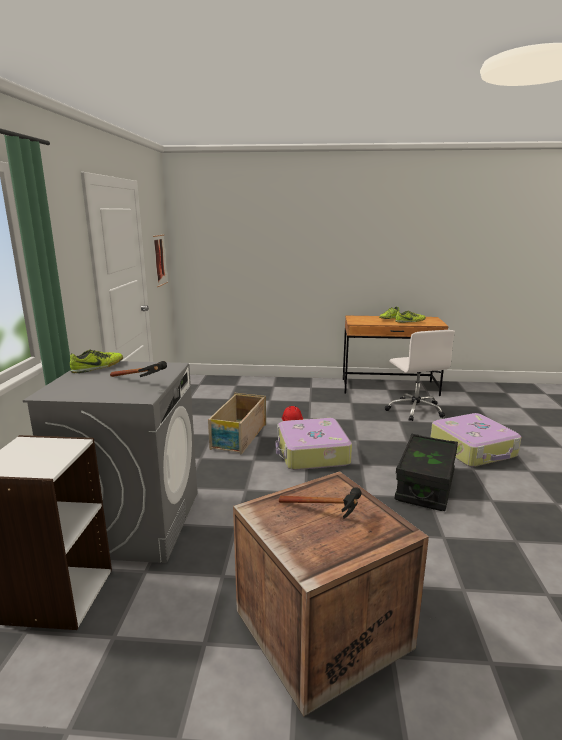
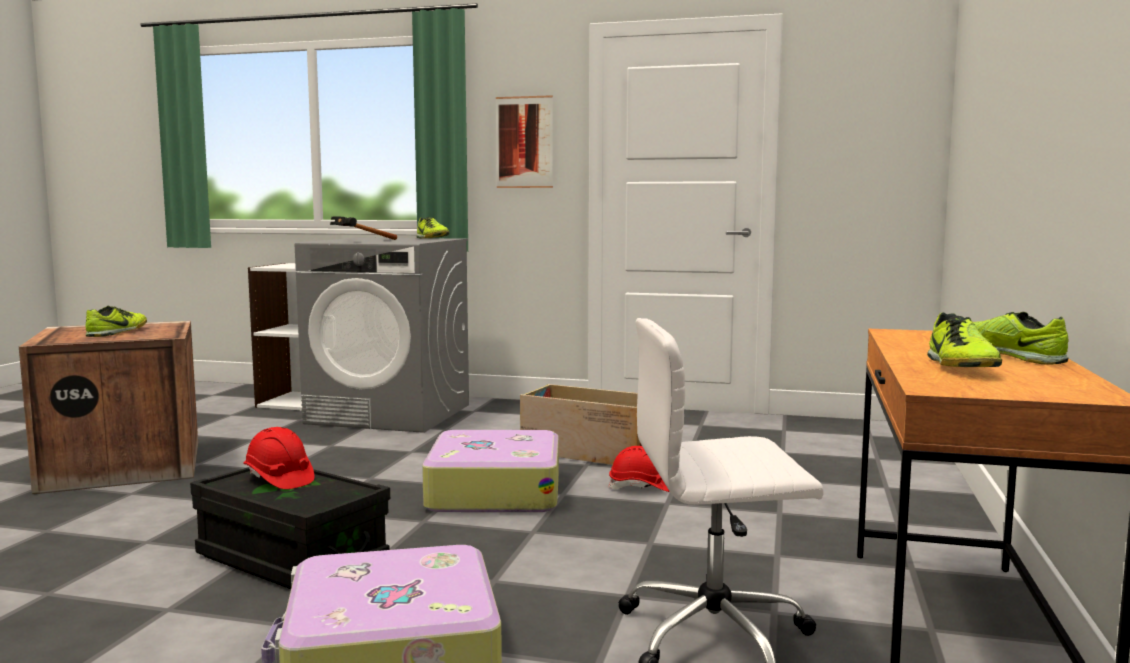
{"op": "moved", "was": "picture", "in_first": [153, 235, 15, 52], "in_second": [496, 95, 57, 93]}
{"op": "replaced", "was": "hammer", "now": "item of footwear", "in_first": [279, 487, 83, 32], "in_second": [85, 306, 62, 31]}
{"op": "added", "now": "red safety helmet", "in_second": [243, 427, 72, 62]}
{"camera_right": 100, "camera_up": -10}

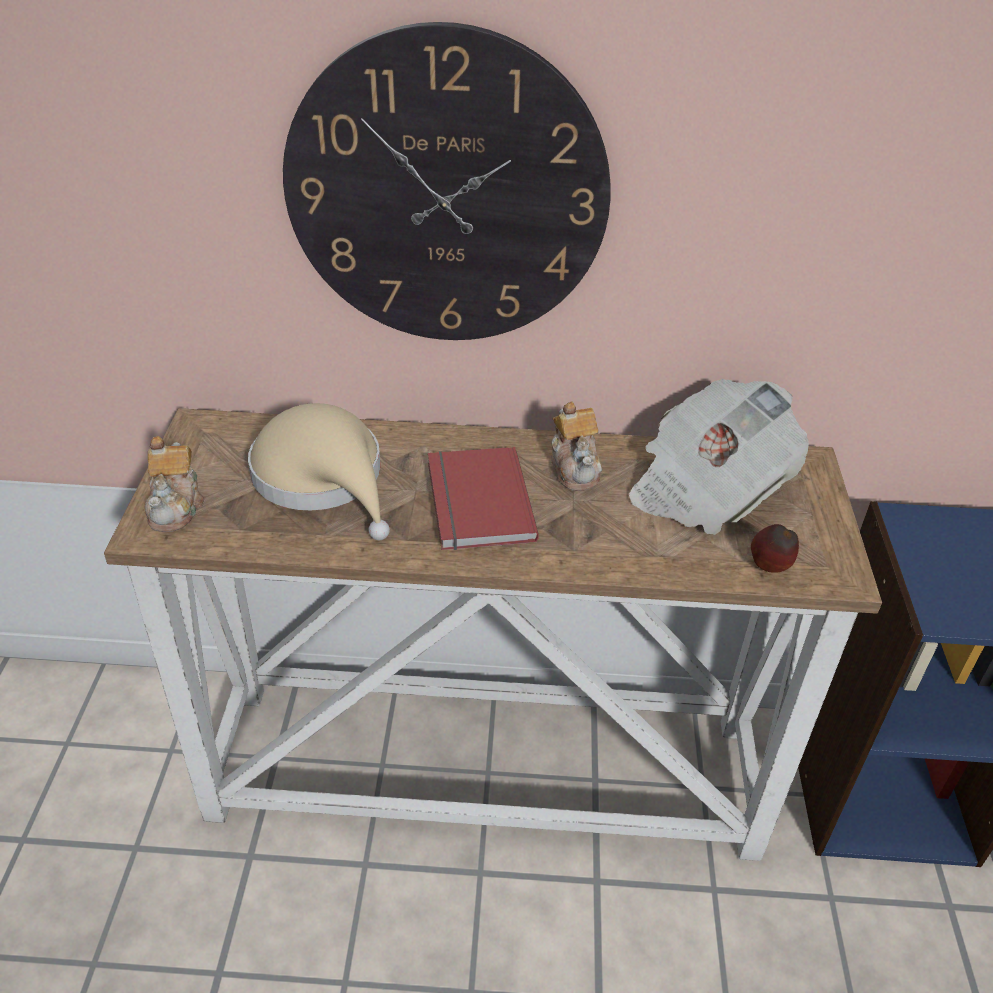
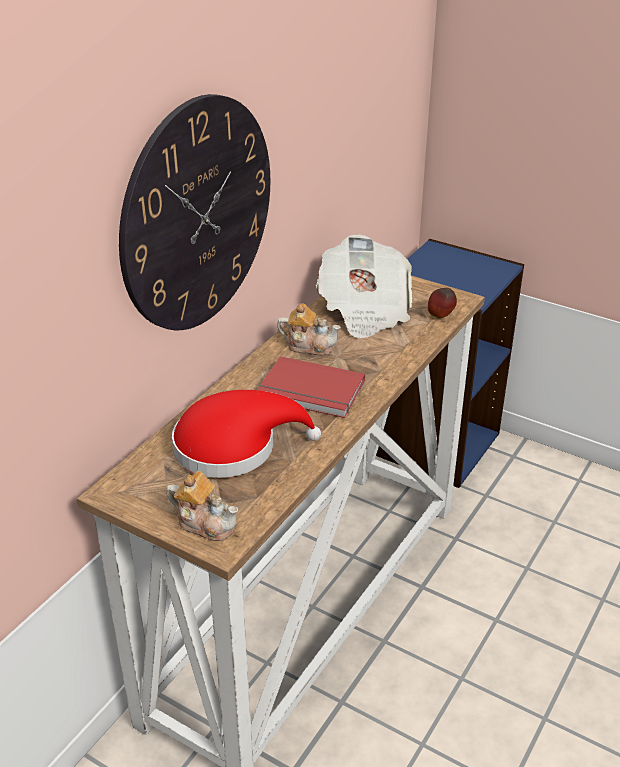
{"op": "recoloured", "was": "sand-coloured clothing hat", "now": "red clothing hat", "in_first": [248, 403, 142, 137], "in_second": [172, 390, 149, 88]}
{"camera_right": -60, "camera_up": -5}

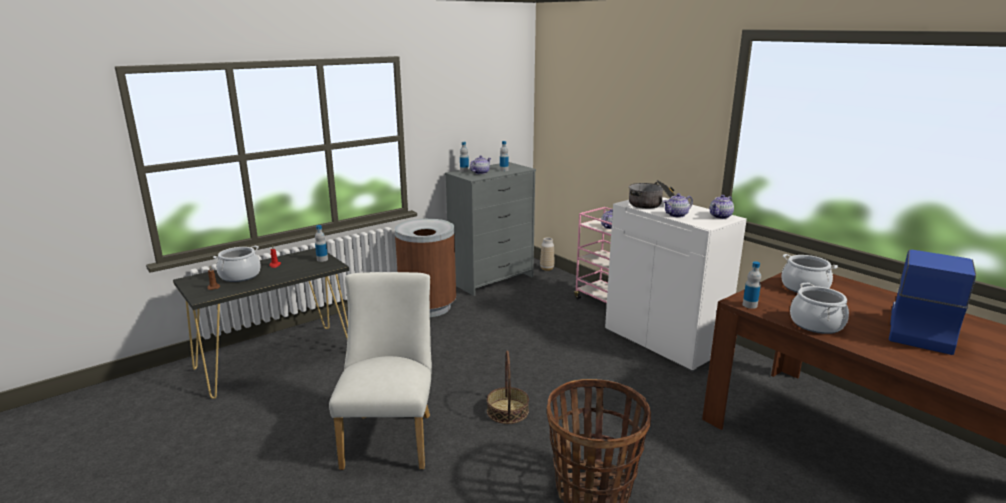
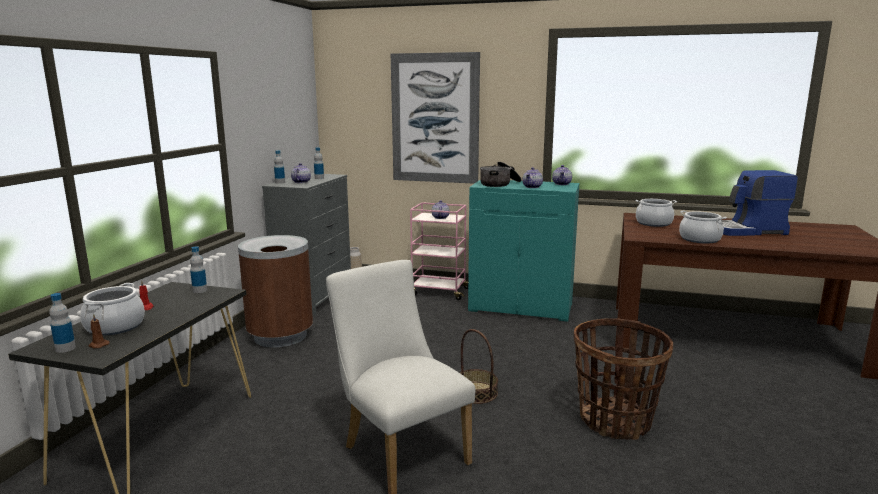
{"op": "recoloured", "was": "white-coloured storage cabinet", "now": "turquoise storage cabinet", "in_first": [605, 197, 142, 175], "in_second": [468, 180, 111, 142]}
{"op": "turned", "was": "coffee brewer", "in_first": [889, 250, 87, 105], "in_second": [722, 170, 76, 66], "clockwise": -90}
{"op": "moved", "was": "drink bottle", "in_first": [742, 261, 19, 48], "in_second": [49, 293, 27, 60]}
{"op": "added", "now": "picture", "in_second": [391, 52, 89, 132]}
{"camera_right": -35, "camera_up": -5}

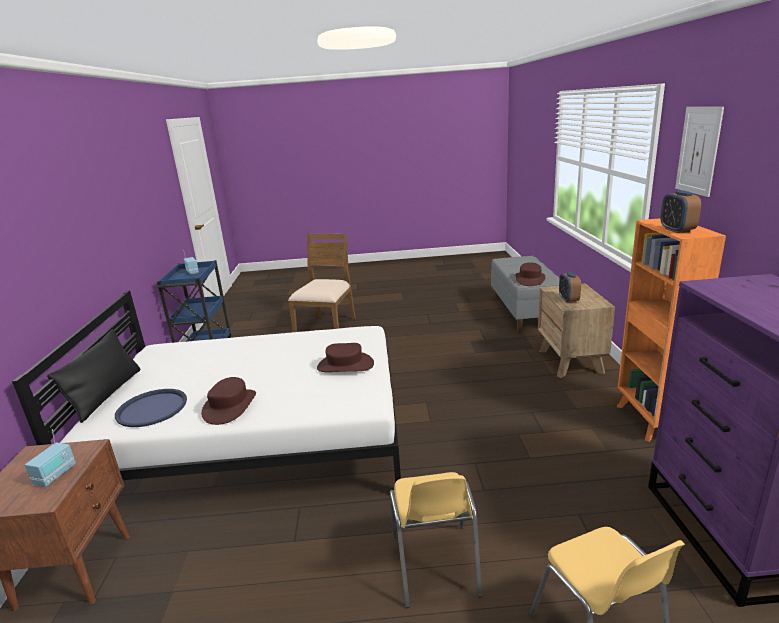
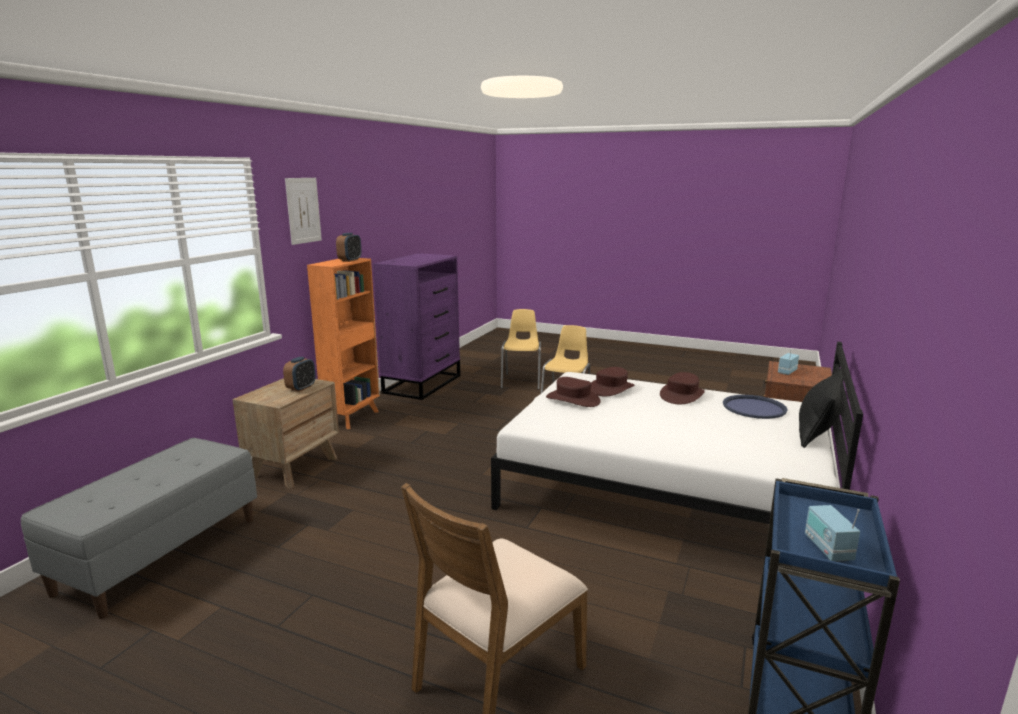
{"op": "moved", "was": "brown-coloured clothing hat", "in_first": [516, 262, 29, 24], "in_second": [590, 367, 44, 29]}
{"camera_right": -155, "camera_up": -5}

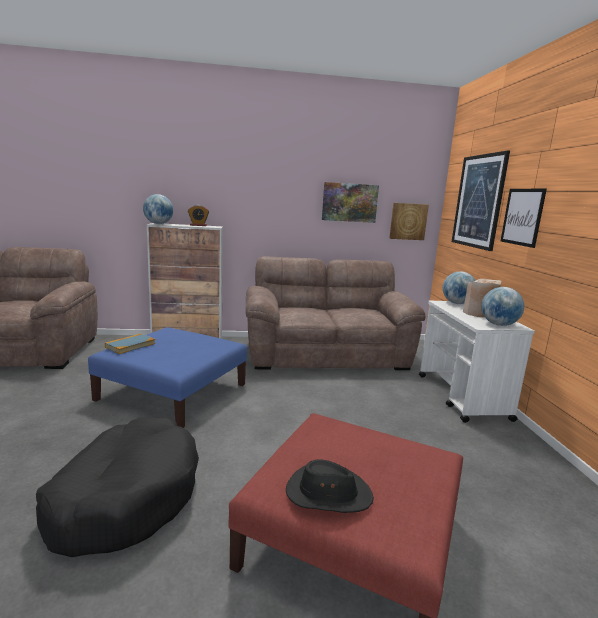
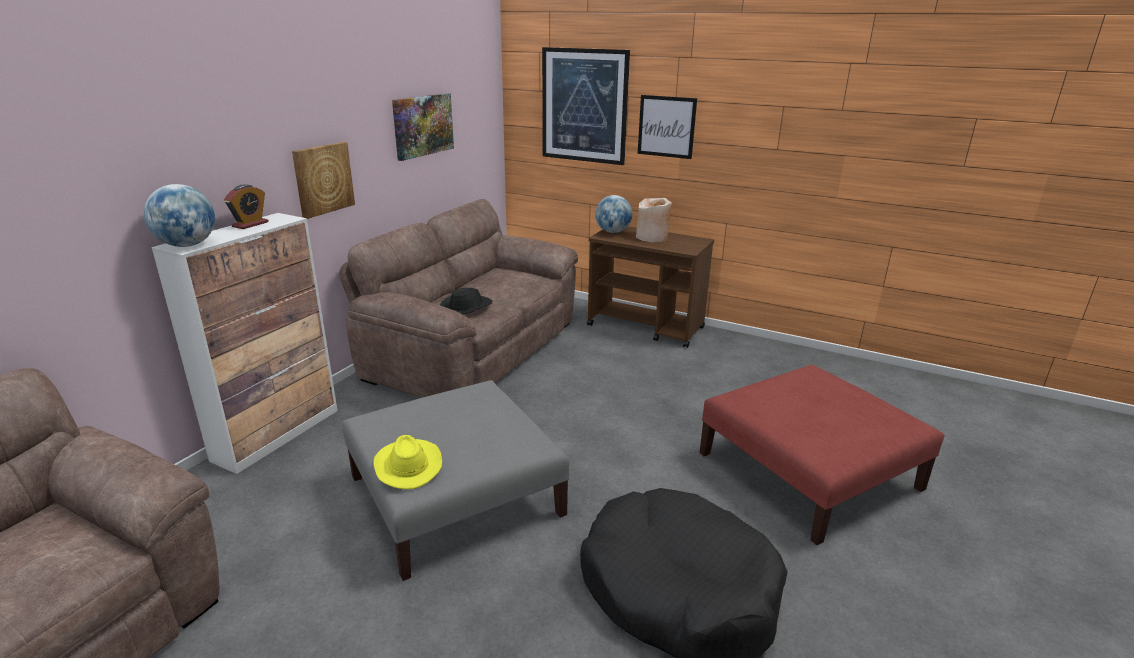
{"op": "moved", "was": "picture", "in_first": [389, 203, 40, 37], "in_second": [292, 142, 63, 77]}
{"op": "removed", "was": "world globe", "in_first": [481, 287, 43, 39]}
{"op": "recoloured", "was": "white-coloured cart", "now": "brown-coloured cart", "in_first": [419, 301, 116, 122], "in_second": [587, 226, 127, 122]}
{"op": "recoloured", "was": "bluish ottoman", "now": "greyish ottoman", "in_first": [88, 327, 159, 101], "in_second": [342, 380, 228, 201]}
{"op": "replaced", "was": "bound book", "now": "yellowish clothing hat", "in_first": [105, 334, 50, 20], "in_second": [373, 435, 69, 54]}
{"op": "moved", "was": "blackish clothing hat", "in_first": [286, 459, 88, 54], "in_second": [440, 288, 52, 27]}
{"camera_right": -55, "camera_up": 10}

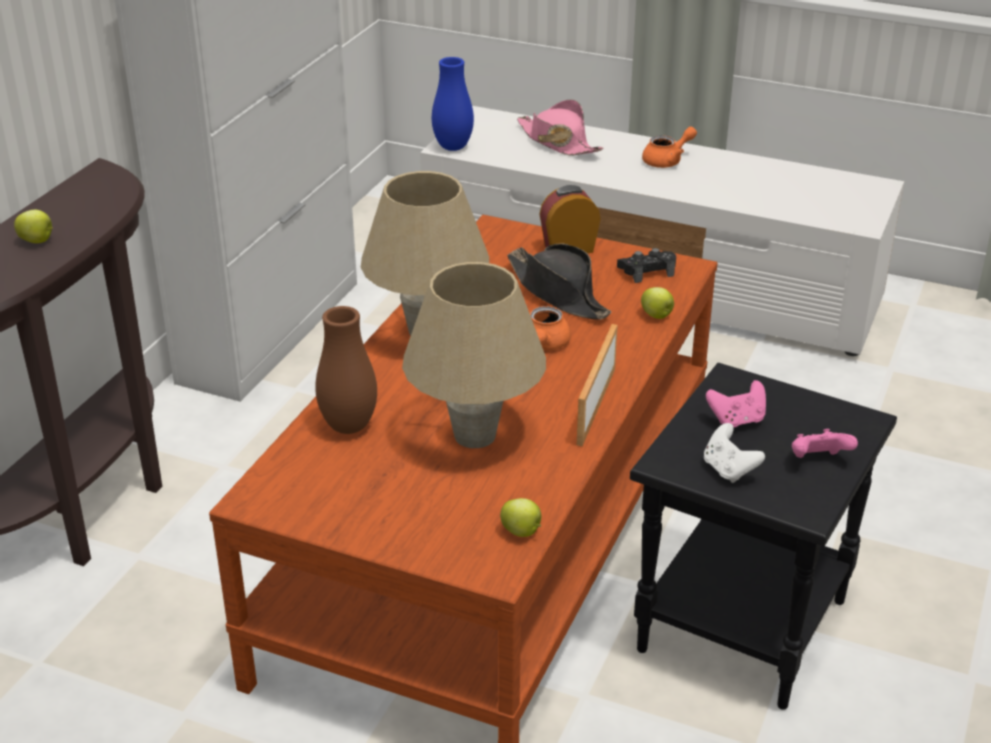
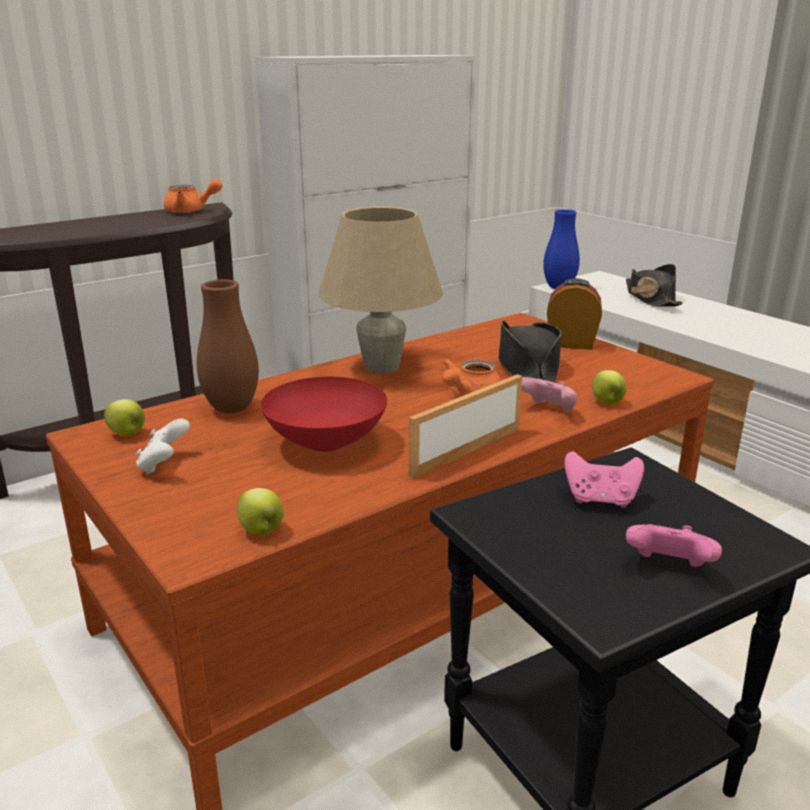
{"op": "recoloured", "was": "pink-coloured clothing hat", "now": "blackish clothing hat", "in_first": [517, 99, 86, 56], "in_second": [626, 264, 57, 43]}
{"op": "moved", "was": "orangey pot for tea", "in_first": [642, 127, 55, 41], "in_second": [164, 179, 58, 34]}
{"op": "moved", "was": "apple fruit", "in_first": [14, 210, 39, 33], "in_second": [104, 399, 41, 37]}
{"op": "removed", "was": "blackish joypad", "in_first": [617, 248, 59, 35]}
{"op": "replaced", "was": "sand-coloured lamp for a table", "now": "red serving bowl", "in_first": [402, 262, 144, 186], "in_second": [261, 377, 126, 75]}
{"op": "moved", "was": "white-coloured joypad", "in_first": [704, 423, 61, 60], "in_second": [136, 419, 54, 56]}
{"op": "added", "now": "pink-coloured joypad", "in_second": [521, 377, 56, 35]}
{"camera_right": 30, "camera_up": -10}

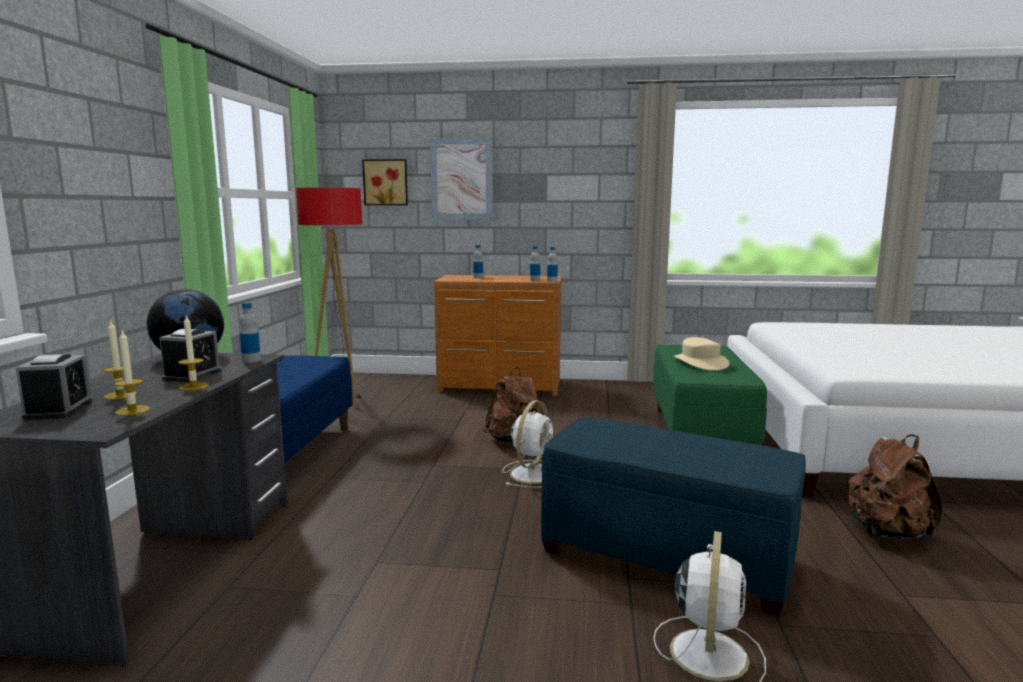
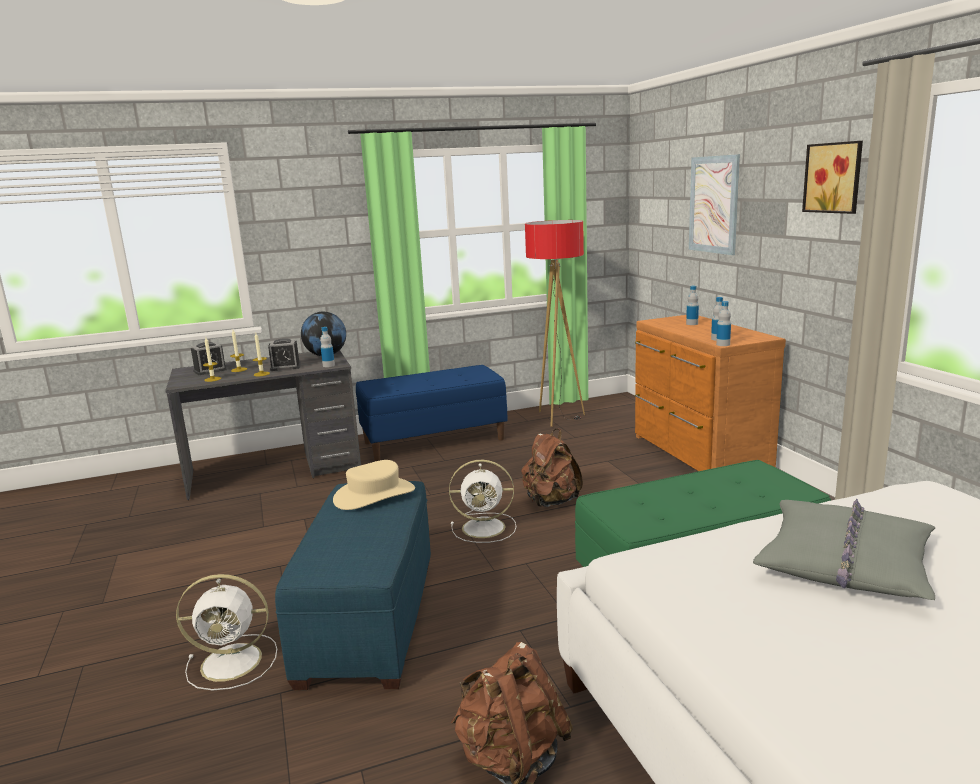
{"op": "moved", "was": "picture", "in_first": [362, 159, 46, 46], "in_second": [802, 141, 61, 73]}
{"op": "moved", "was": "sand-coloured clothing hat", "in_first": [674, 337, 56, 34], "in_second": [333, 460, 82, 50]}
{"op": "added", "now": "greyish pillow", "in_second": [753, 499, 182, 101]}
{"camera_right": 65, "camera_up": 5}

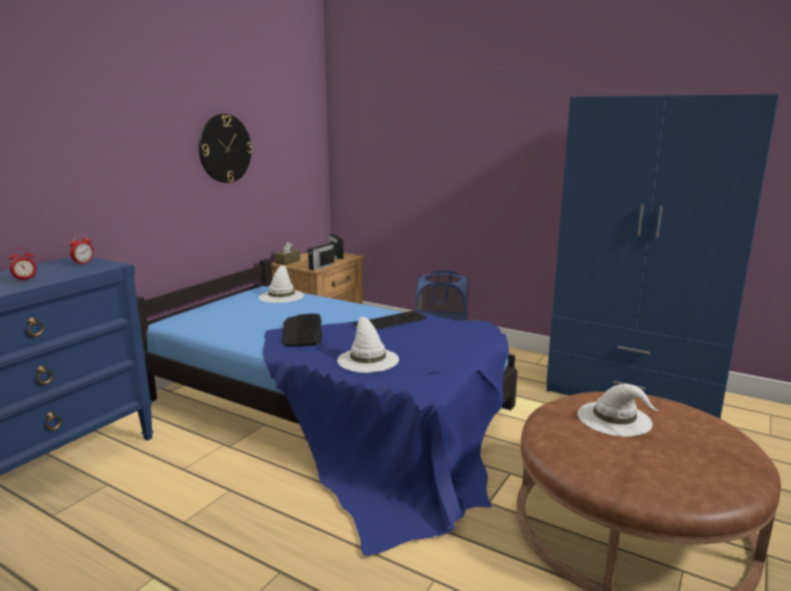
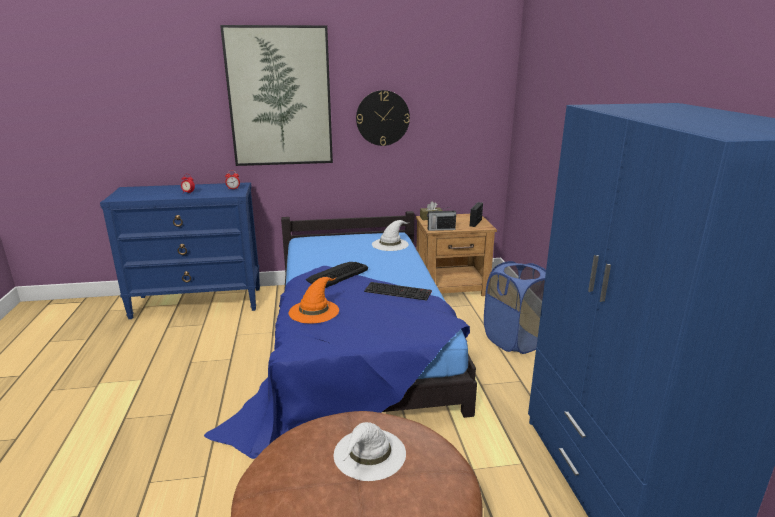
{"op": "recoloured", "was": "white-coloured clothing hat", "now": "orangey clothing hat", "in_first": [337, 317, 62, 56], "in_second": [289, 277, 50, 47]}
{"op": "added", "now": "picture", "in_second": [220, 25, 113, 141]}
{"camera_right": 50, "camera_up": 5}

